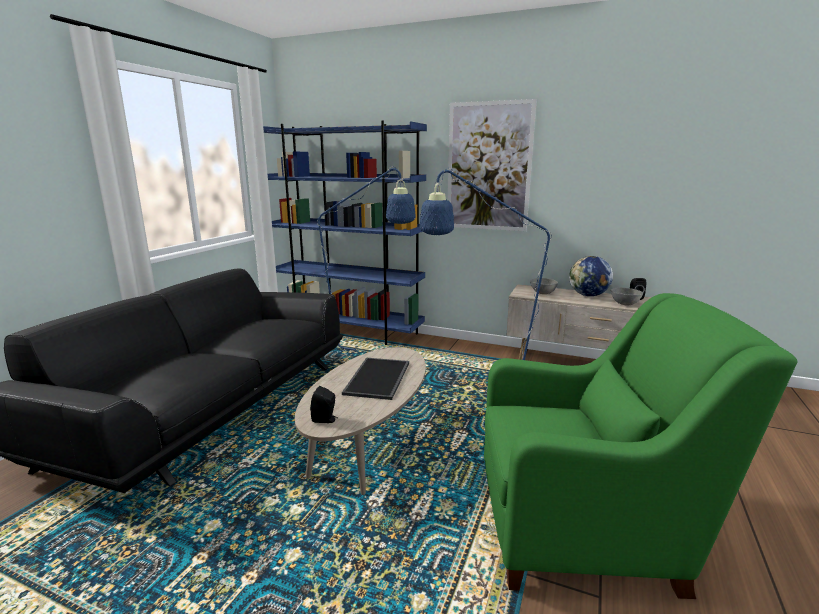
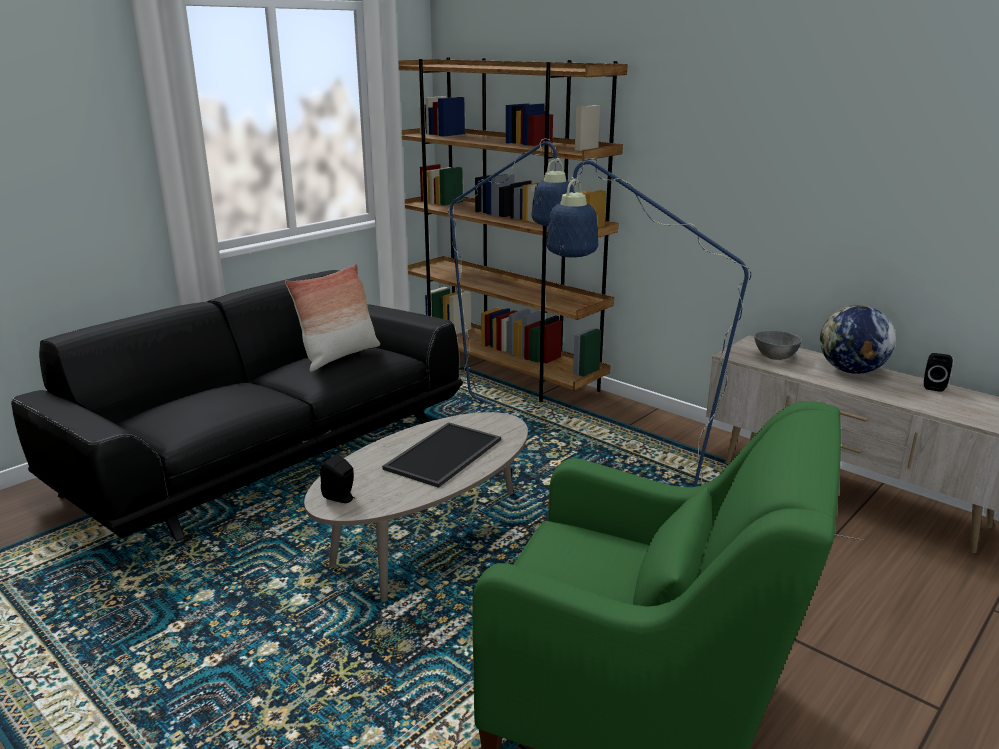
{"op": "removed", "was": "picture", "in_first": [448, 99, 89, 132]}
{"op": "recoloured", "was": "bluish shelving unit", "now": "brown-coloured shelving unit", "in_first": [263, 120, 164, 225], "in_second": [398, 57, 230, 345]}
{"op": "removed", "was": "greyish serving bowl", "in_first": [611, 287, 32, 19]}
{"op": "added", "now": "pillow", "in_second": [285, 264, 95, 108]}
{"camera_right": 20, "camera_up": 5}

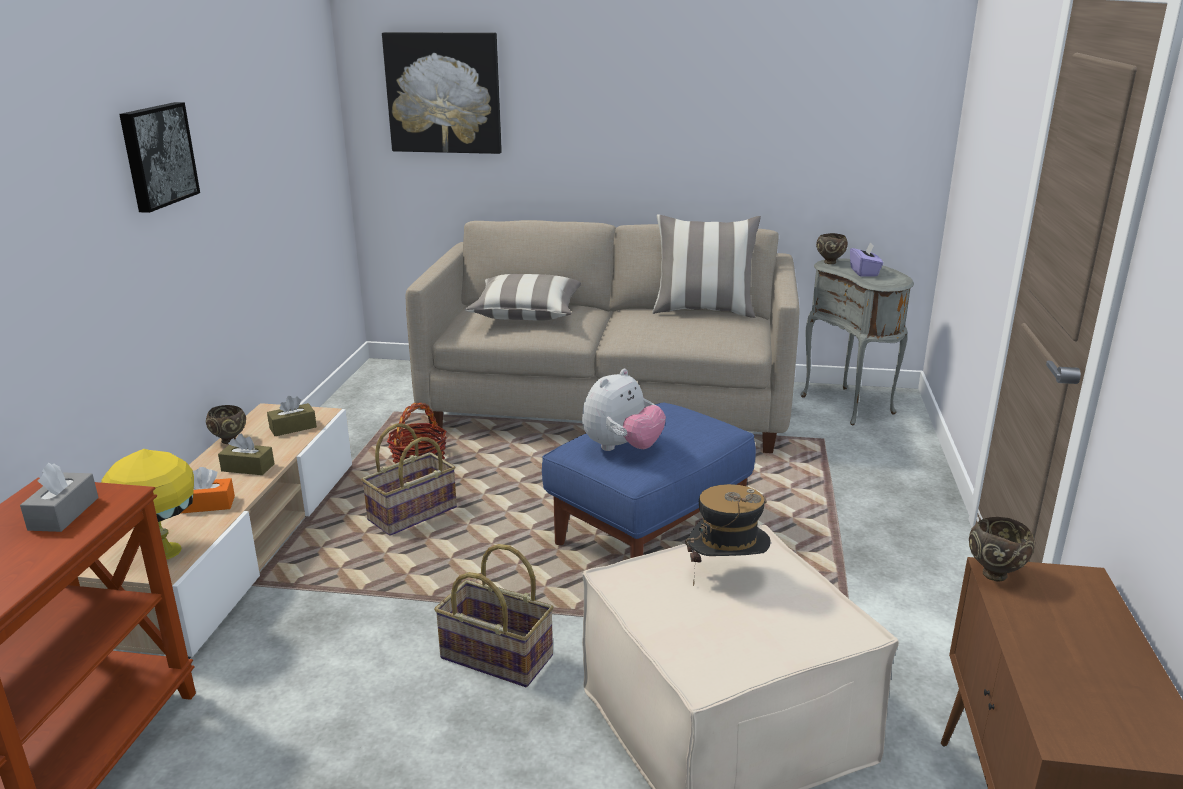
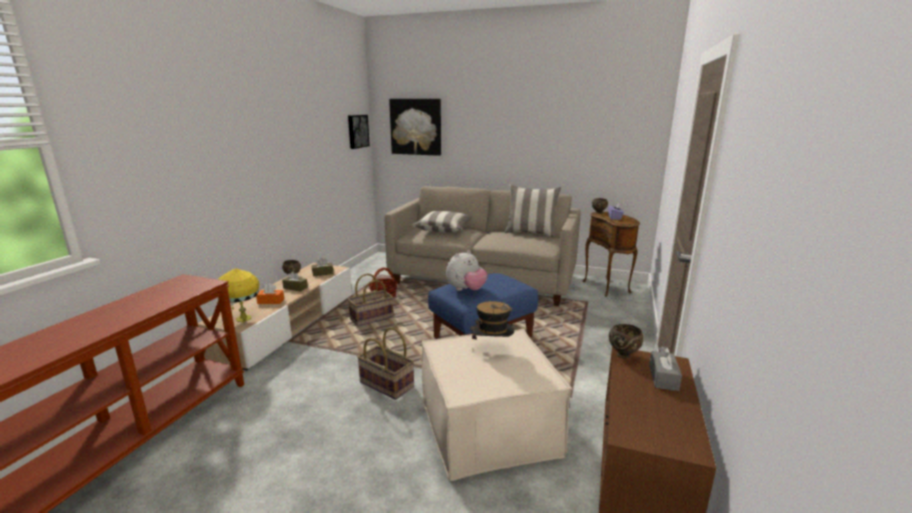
{"op": "moved", "was": "picture", "in_first": [119, 102, 81, 111], "in_second": [348, 115, 22, 34]}
{"op": "recoloured", "was": "greyish end table", "now": "brown-coloured end table", "in_first": [801, 258, 113, 167], "in_second": [583, 212, 57, 85]}
{"op": "moved", "was": "greyish tissue box", "in_first": [20, 463, 78, 69], "in_second": [649, 346, 33, 45]}
{"camera_right": 10, "camera_up": -5}

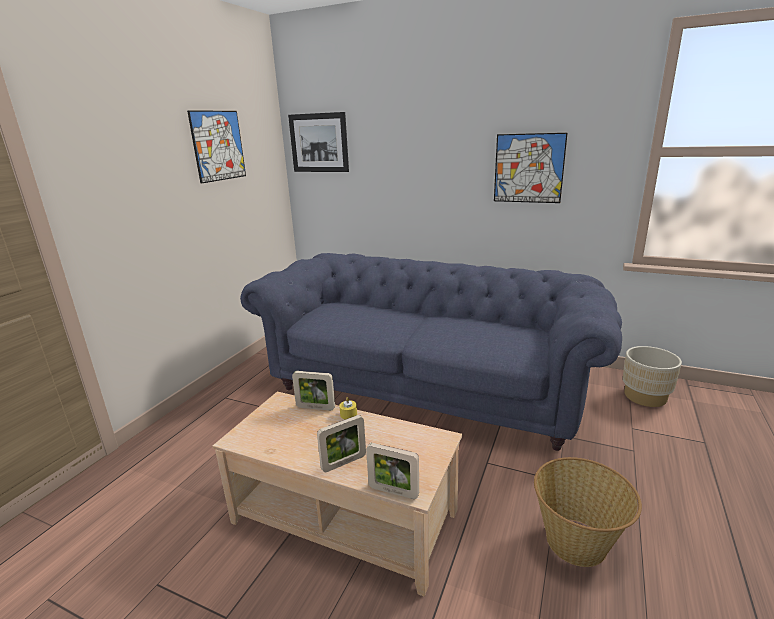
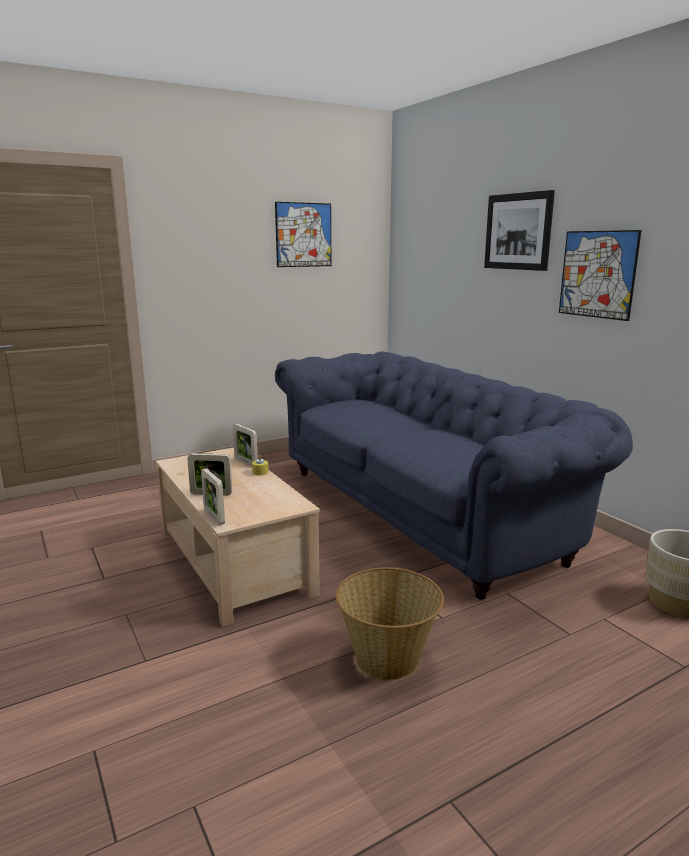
{"op": "moved", "was": "picture", "in_first": [288, 112, 61, 60], "in_second": [484, 190, 71, 81]}
{"camera_right": 35, "camera_up": -5}

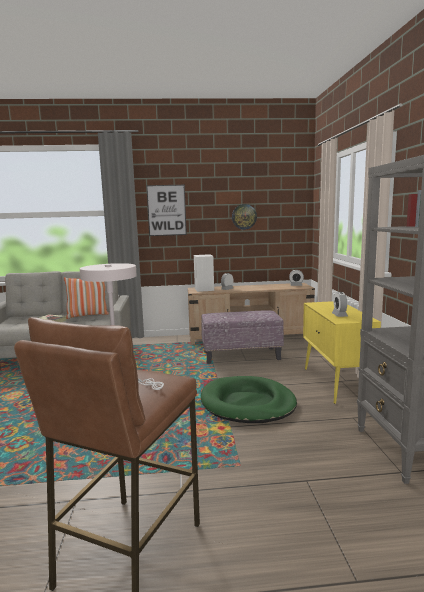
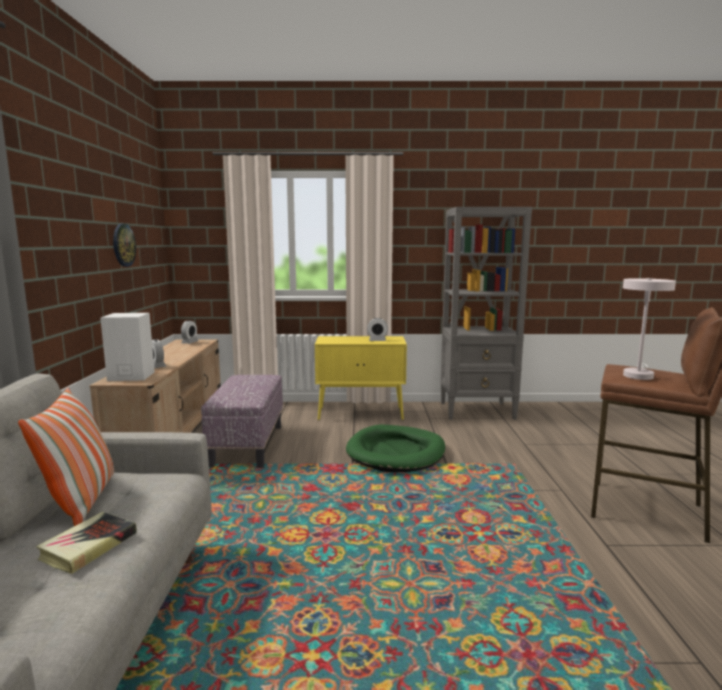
{"op": "removed", "was": "picture", "in_first": [146, 185, 41, 51]}
{"camera_right": -85, "camera_up": 0}

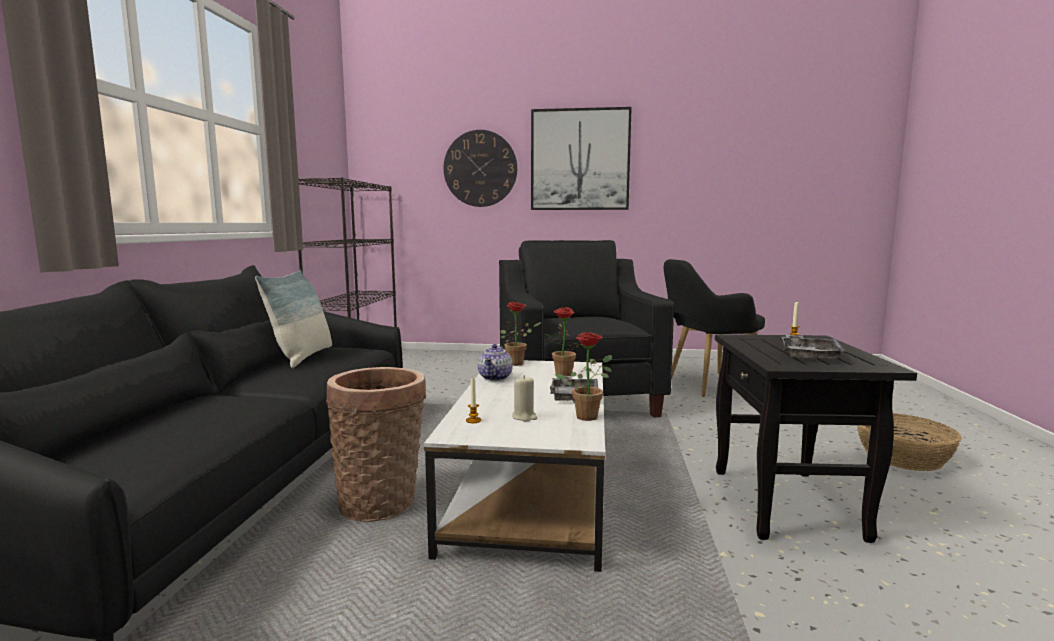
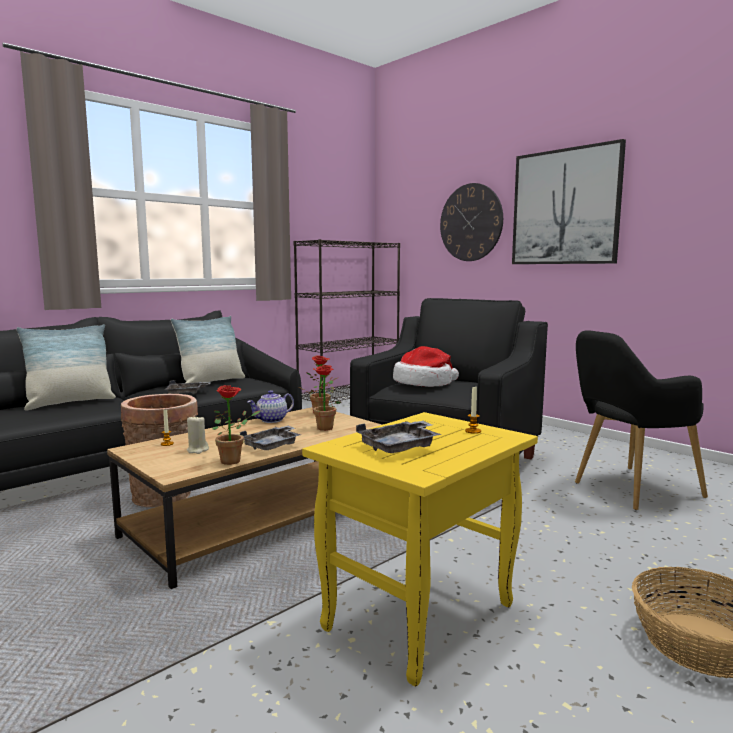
{"op": "turned", "was": "blackish armchair", "in_first": [663, 259, 102, 138], "in_second": [575, 330, 133, 180], "clockwise": -45}
{"op": "recoloured", "was": "blackish end table", "now": "yellowish end table", "in_first": [715, 334, 202, 209], "in_second": [302, 412, 236, 275]}
{"op": "recoloured", "was": "white-coloured lounge table", "now": "brown-coloured lounge table", "in_first": [424, 360, 181, 212], "in_second": [107, 407, 275, 182]}
{"op": "added", "now": "pillow", "in_second": [16, 324, 100, 87]}
{"op": "added", "now": "clothing hat", "in_second": [393, 346, 66, 41]}
{"op": "added", "now": "greyish carrying tray", "in_second": [165, 380, 46, 14]}
{"camera_right": 40, "camera_up": 0}

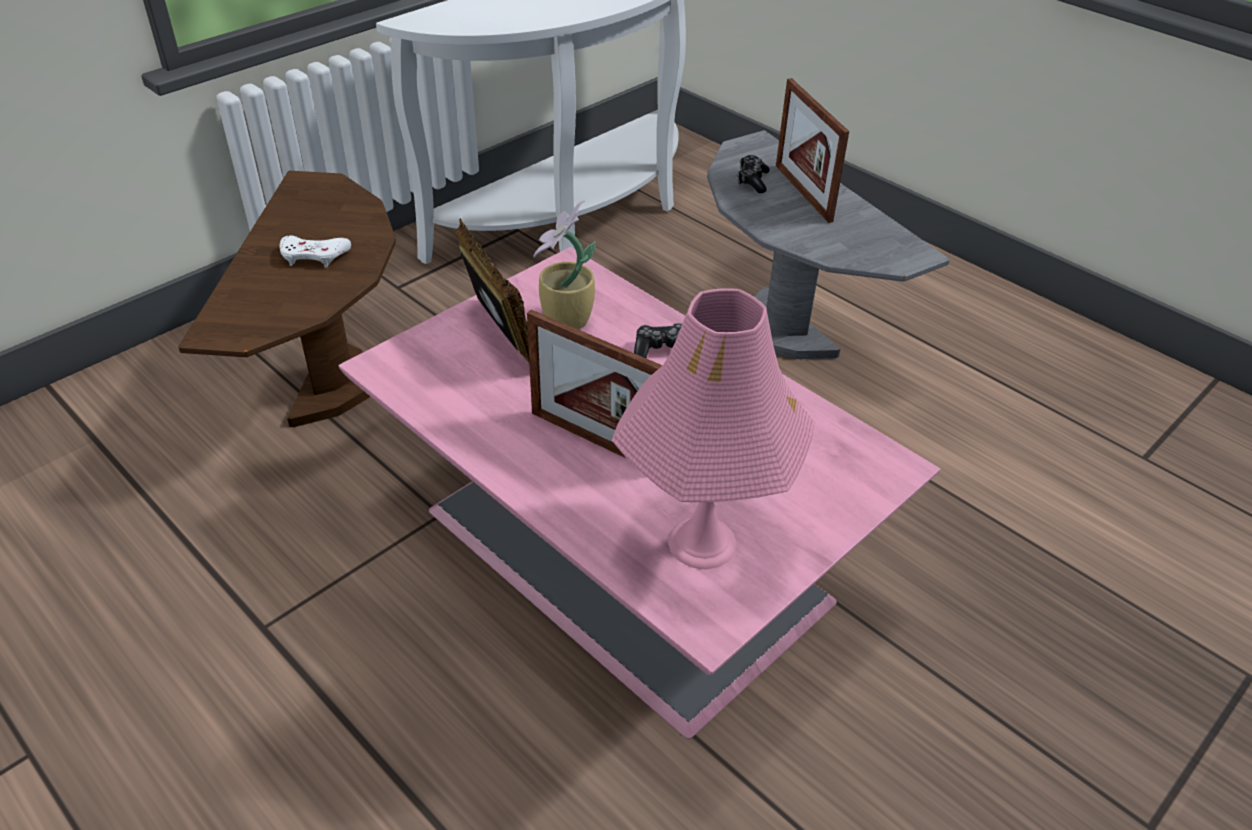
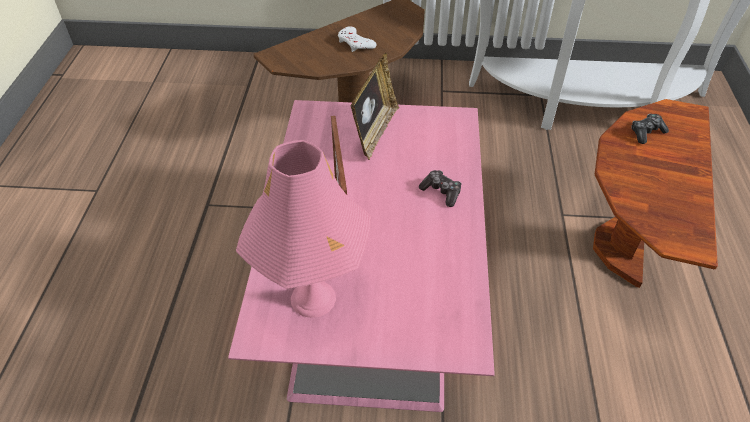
{"op": "removed", "was": "standing frame", "in_first": [776, 78, 73, 145]}
{"op": "recoloured", "was": "greyish end table", "now": "brown-coloured end table", "in_first": [707, 130, 243, 229], "in_second": [593, 99, 125, 189]}
{"op": "removed", "was": "plant in a pot", "in_first": [533, 201, 63, 128]}
{"camera_right": 50, "camera_up": 5}

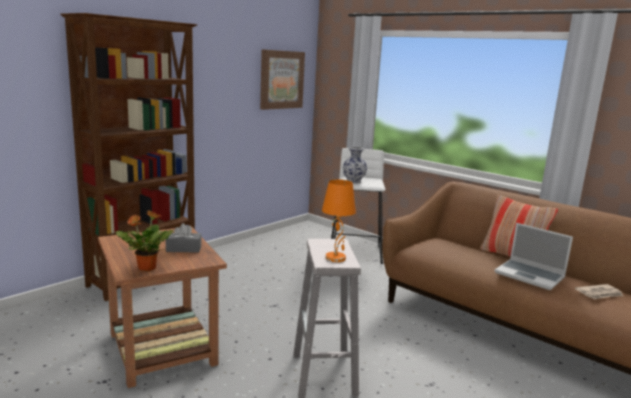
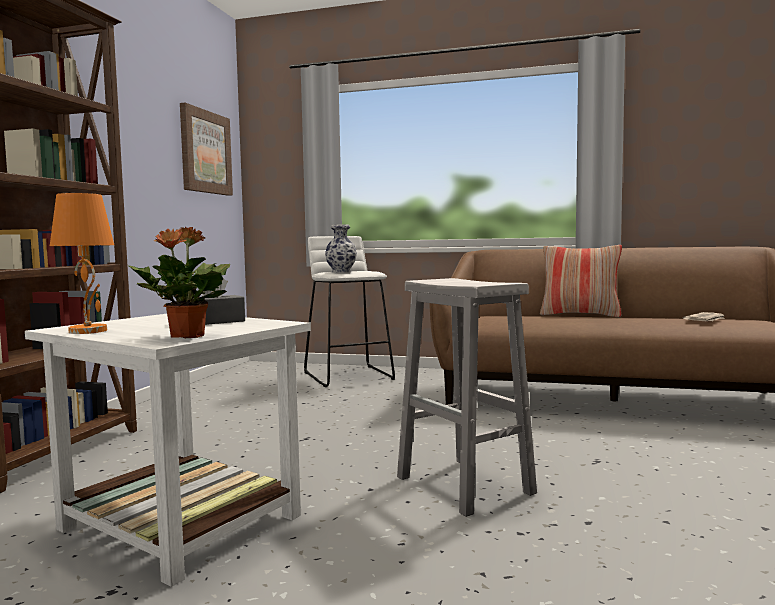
{"op": "moved", "was": "orangey lamp for a table", "in_first": [322, 179, 34, 83], "in_second": [50, 193, 64, 141]}
{"op": "removed", "was": "portable computer", "in_first": [495, 223, 78, 67]}
{"op": "recoloured", "was": "brown-coloured end table", "now": "white-coloured end table", "in_first": [98, 226, 129, 162], "in_second": [25, 314, 286, 273]}
{"camera_right": -25, "camera_up": -10}

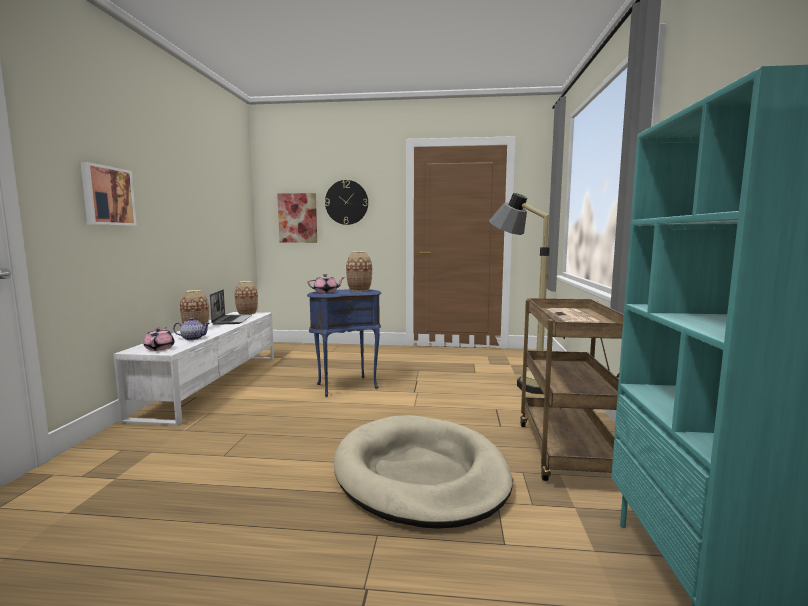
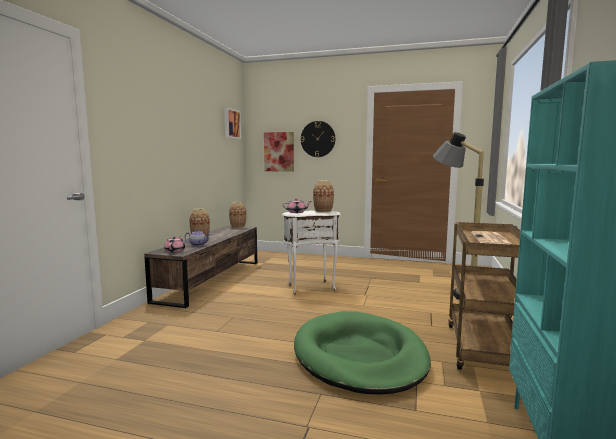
{"op": "moved", "was": "picture", "in_first": [81, 162, 56, 64], "in_second": [224, 108, 17, 31]}
{"op": "removed", "was": "portable computer", "in_first": [210, 290, 42, 35]}
{"op": "recoloured", "was": "bluish end table", "now": "white-coloured end table", "in_first": [307, 290, 75, 107], "in_second": [282, 211, 59, 84]}
{"op": "recoloured", "was": "white-coloured tv unit", "now": "brown-coloured tv unit", "in_first": [114, 312, 160, 114], "in_second": [144, 226, 113, 82]}
{"op": "recoloured", "was": "sand-coloured dog bed", "now": "greenish dog bed", "in_first": [334, 415, 179, 114], "in_second": [294, 311, 137, 84]}
{"camera_right": 10, "camera_up": 0}

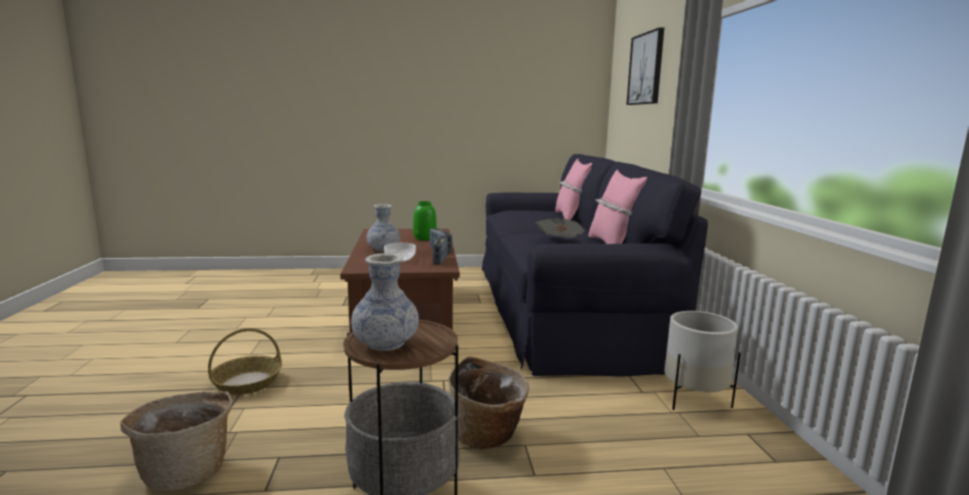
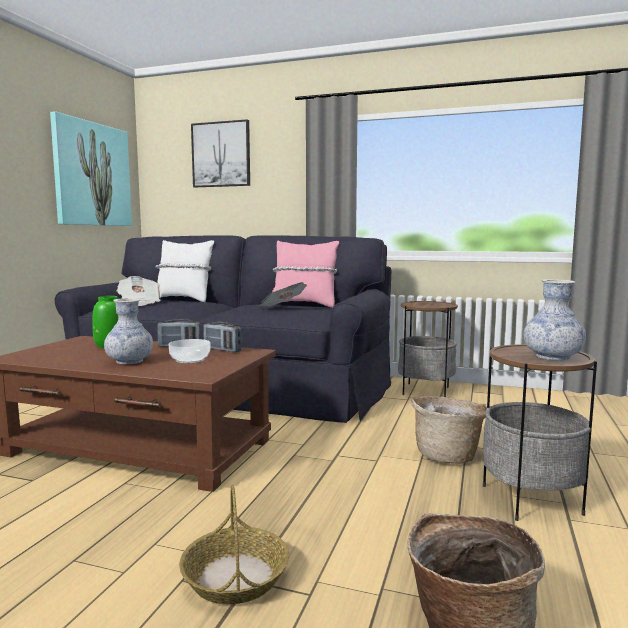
{"op": "recoloured", "was": "pink-coloured pillow", "now": "white-coloured pillow", "in_first": [555, 159, 37, 61], "in_second": [155, 240, 59, 62]}
{"op": "replaced", "was": "white-coloured plant pot", "now": "end table", "in_first": [664, 311, 77, 99], "in_second": [398, 301, 60, 96]}
{"op": "added", "now": "picture", "in_second": [50, 111, 82, 115]}
{"op": "added", "now": "newspaper", "in_second": [117, 276, 44, 30]}
{"camera_right": -65, "camera_up": -5}

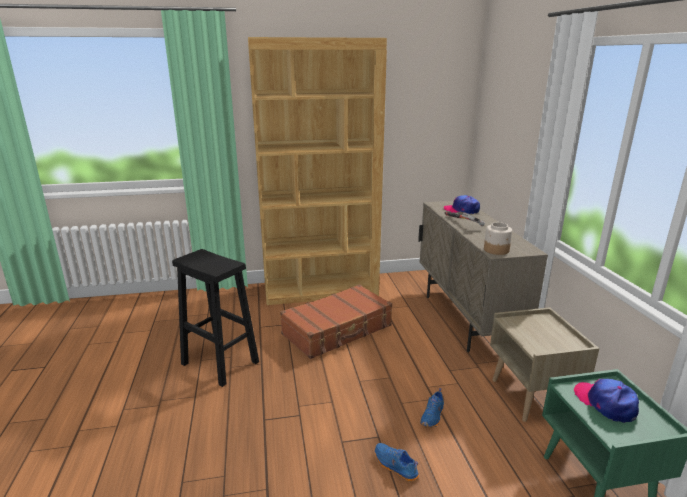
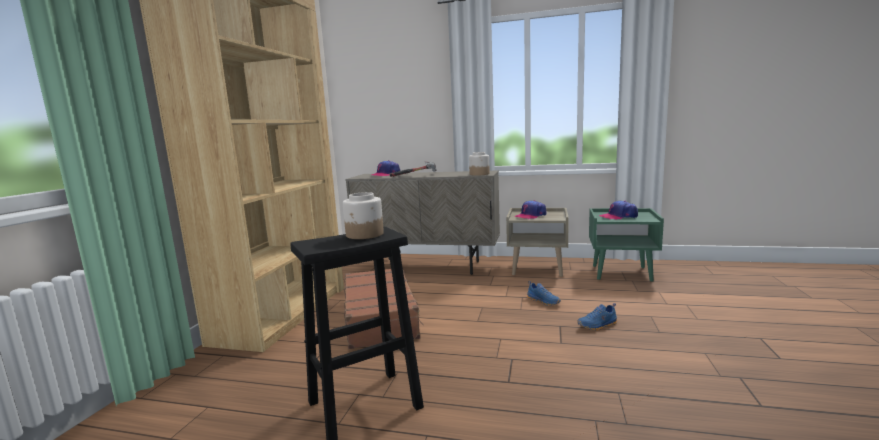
{"op": "added", "now": "storage jar", "in_second": [343, 192, 41, 47]}
{"op": "added", "now": "peaked cap", "in_second": [515, 200, 31, 19]}
{"camera_right": -65, "camera_up": -10}

